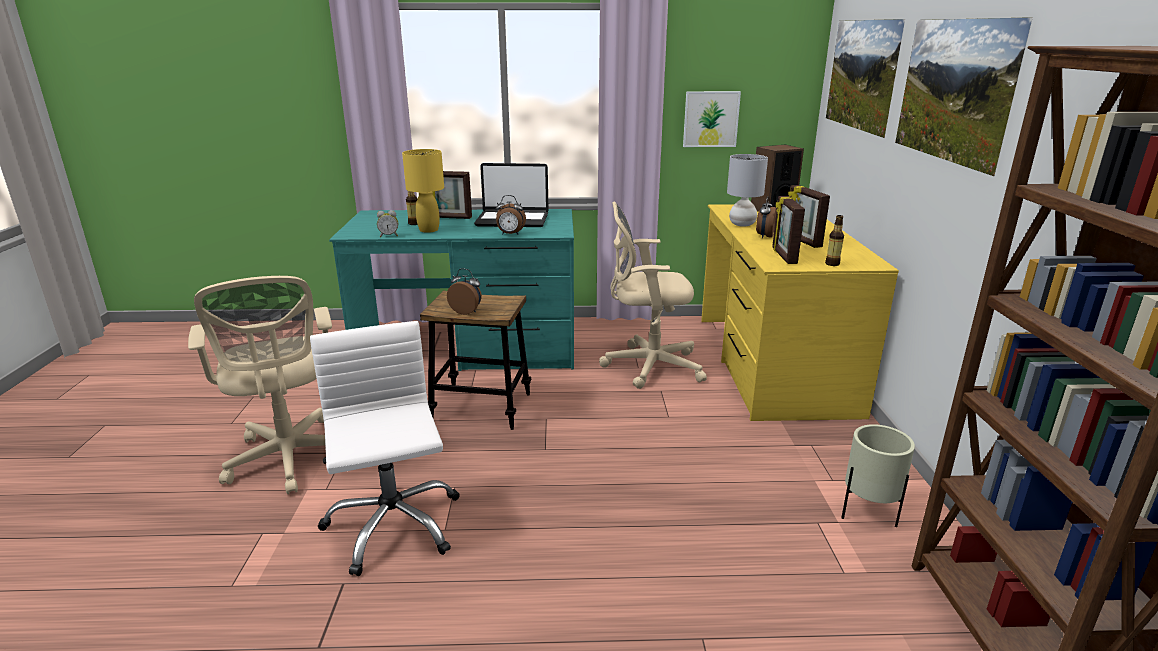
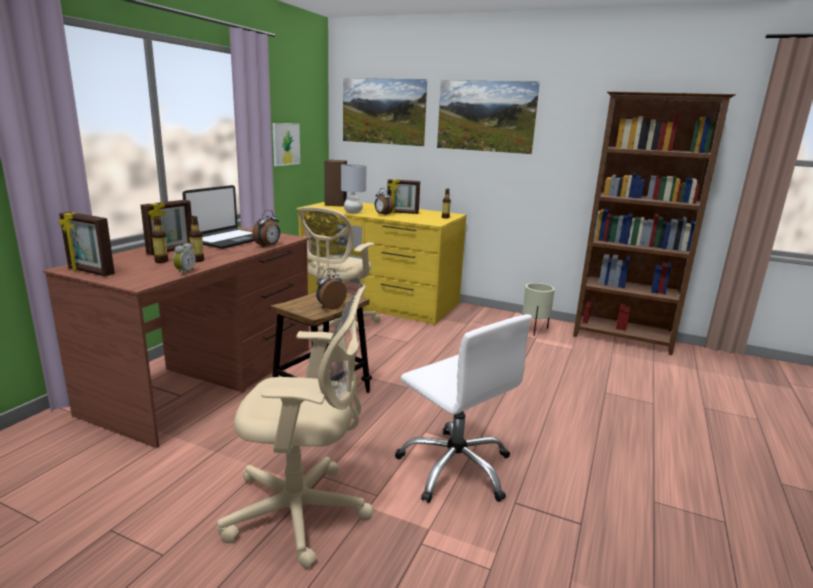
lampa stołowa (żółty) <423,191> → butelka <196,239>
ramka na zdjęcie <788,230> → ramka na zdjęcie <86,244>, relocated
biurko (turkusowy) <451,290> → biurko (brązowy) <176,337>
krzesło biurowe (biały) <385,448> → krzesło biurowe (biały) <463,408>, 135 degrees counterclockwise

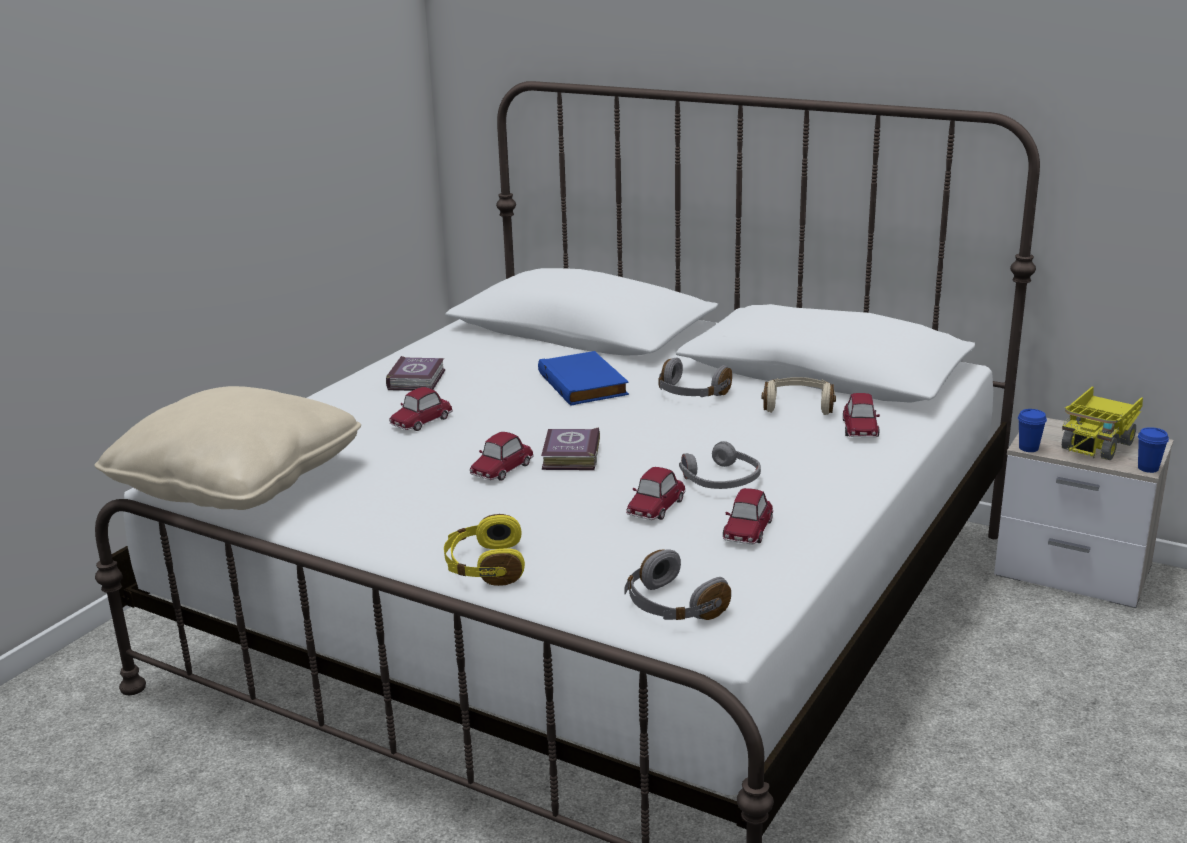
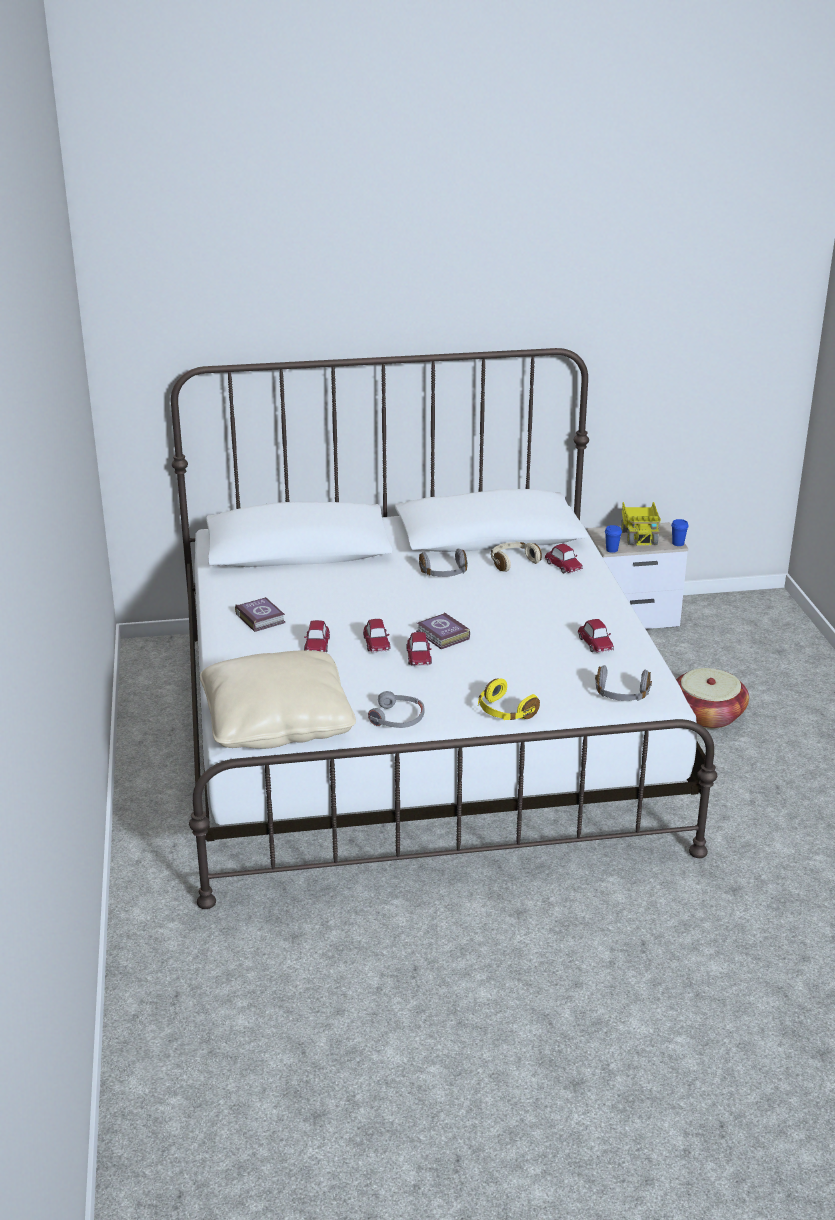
książka (niebieski) <583,378> → -
słuchawki (szary) <720,465> → słuchawki (szary) <396,709>, relocated
samochodzik <656,493> → samochodzik <376,635>, relocated
- → koszyk <712,698>

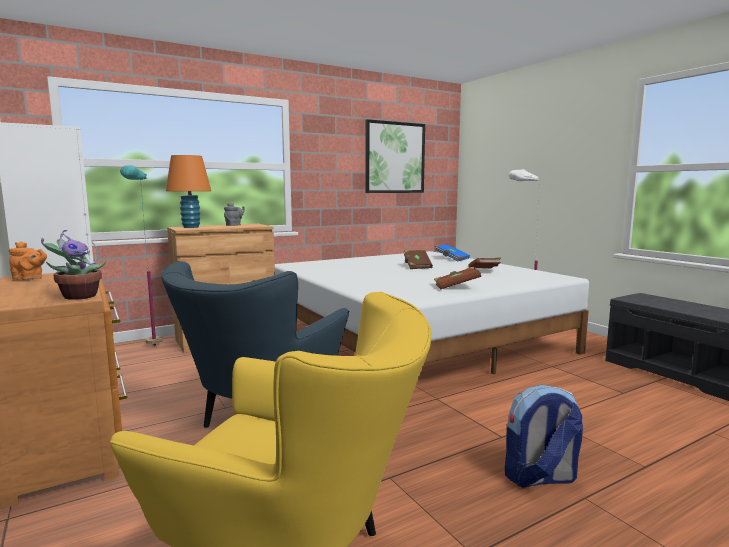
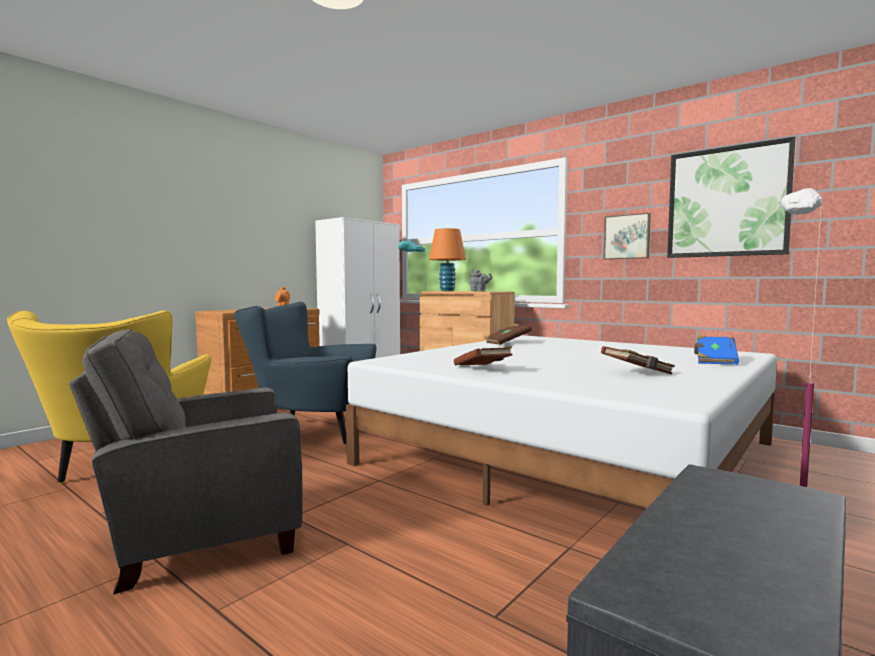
roślina doniczkowa <74,265> → -
książka (brązowy) <418,259> → książka (brązowy) <508,334>, relocated
plecak <544,436> → fotel (szary) <186,462>
- → obraz <627,236>

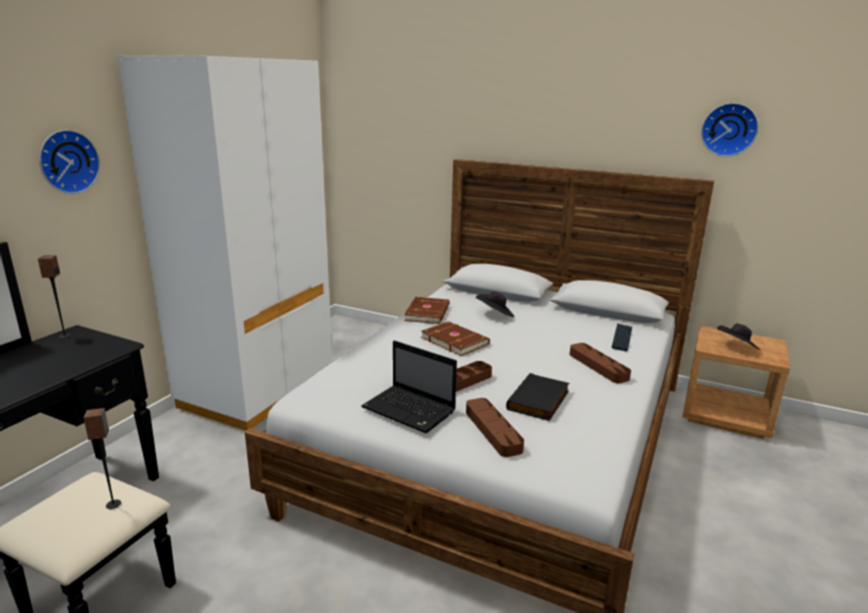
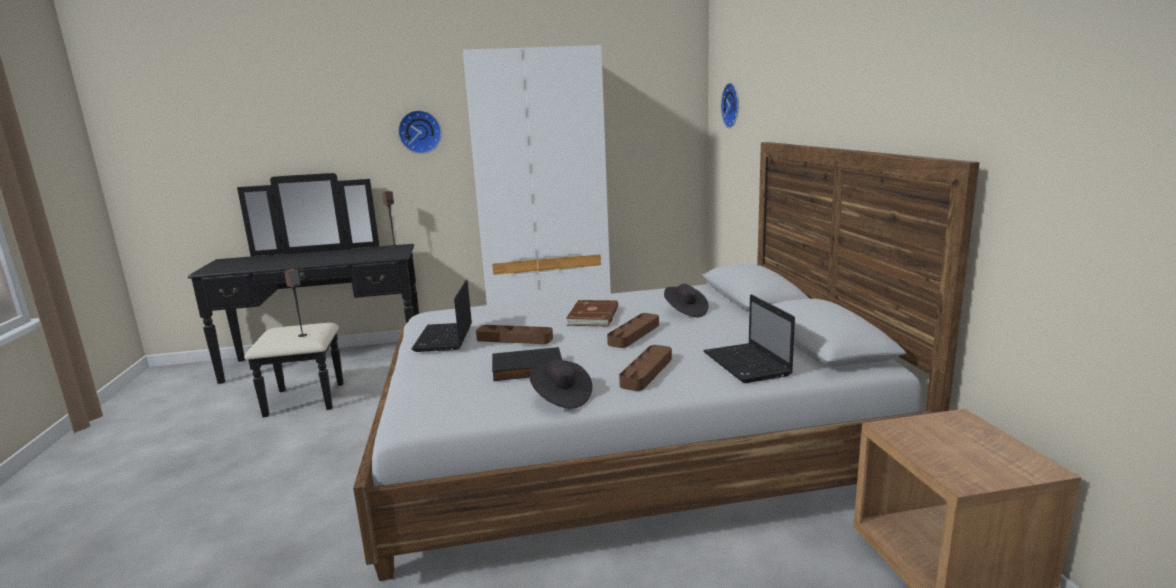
zegar ścienny <730,130> → zegar ścienny <730,105>, relocated
książka (brązowy) <427,310> → -
klawiatura <621,337> → laptop <749,338>
kapelusz (czarny) <738,336> → kapelusz (czarny) <561,384>, relocated
taca (brązowy) <495,427> → taca (brązowy) <633,330>, relocated

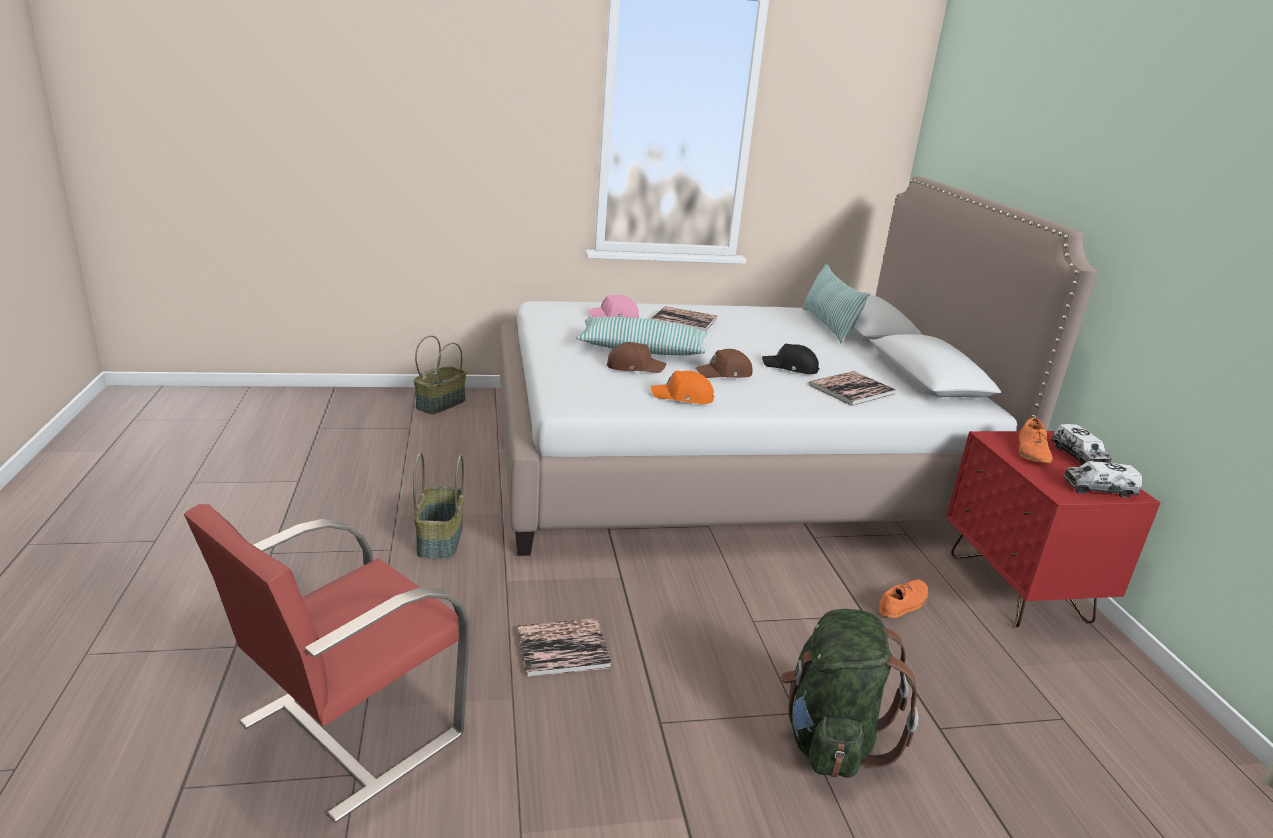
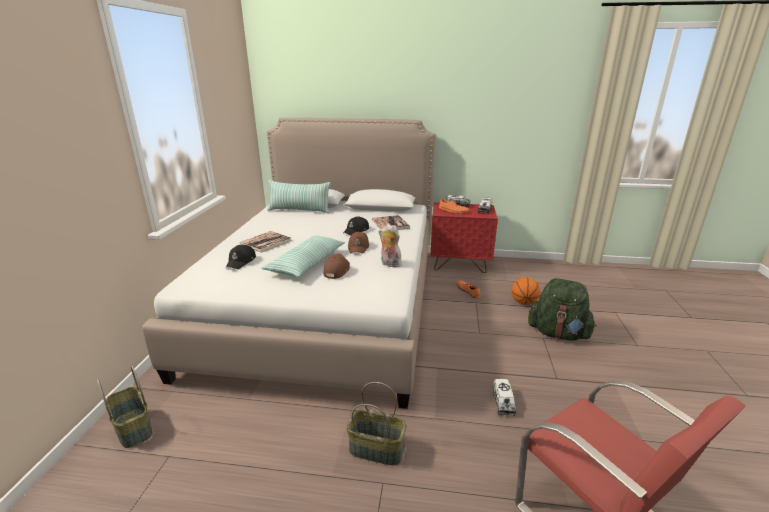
czapka z daszkiem (różowy) <613,306> → czapka z daszkiem (czarny) <241,256>
czapka z daszkiem (pomarańczowy) <682,387> → pluszak <390,245>
książka <565,647> → ciężarówka zabawkowa <504,397>
- → piłka do koszykówki <526,291>

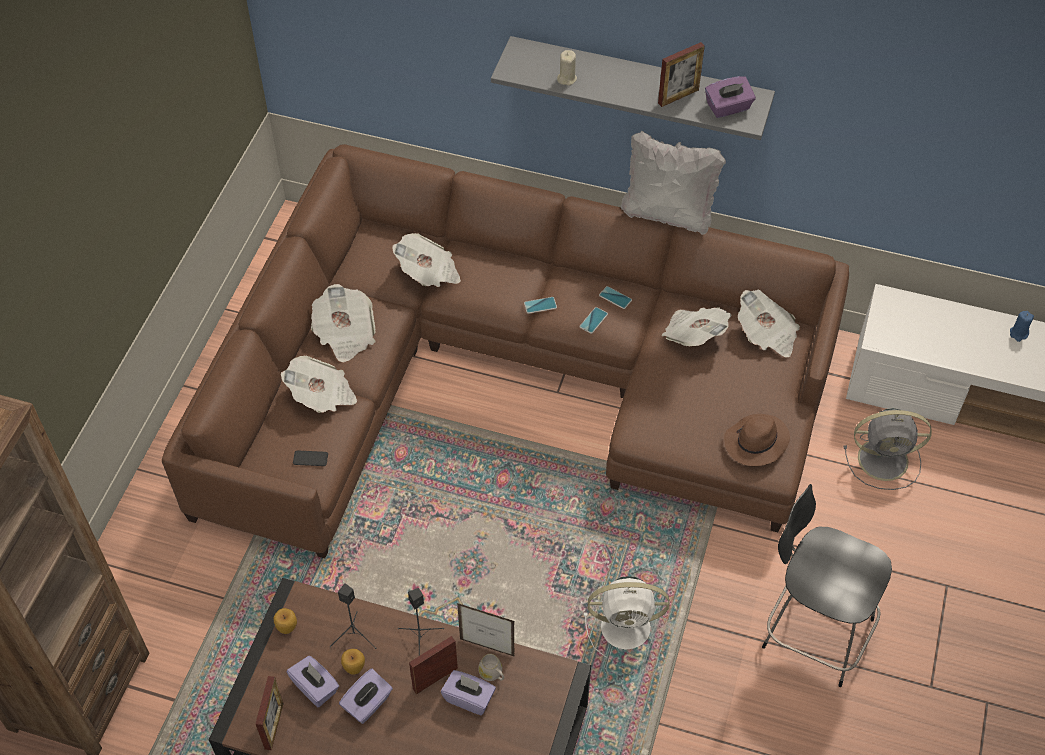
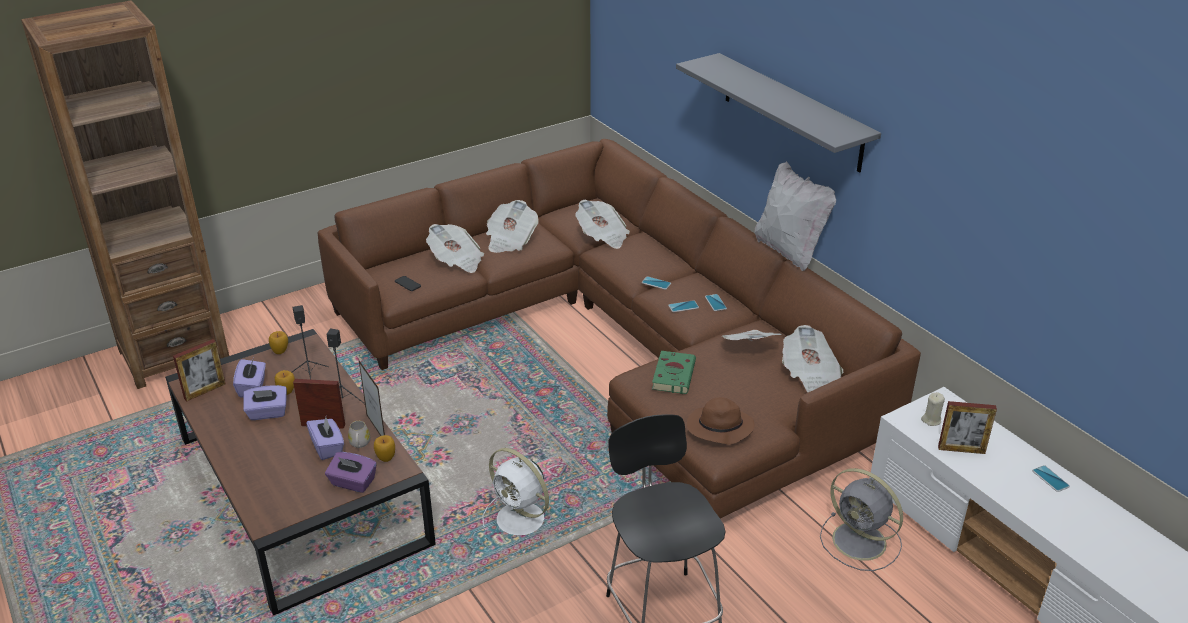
ramka na zdjęcie <681,74> → ramka na zdjęcie <967,427>, relocated
świeca (beżowy) <567,68> → świeca (beżowy) <933,409>, relocated
pudełko chusteczek (fioletowy) <730,97> → pudełko chusteczek (fioletowy) <351,472>, relocated
świeca (niebieski) <1022,326> → telefon <1051,478>
- → książka (zielony) <674,372>
- → jabłko <384,448>

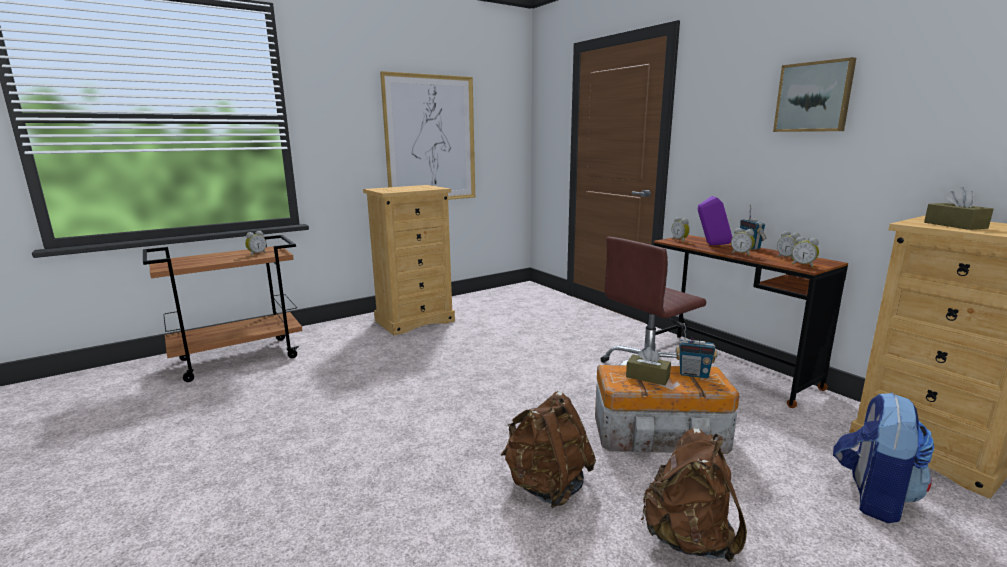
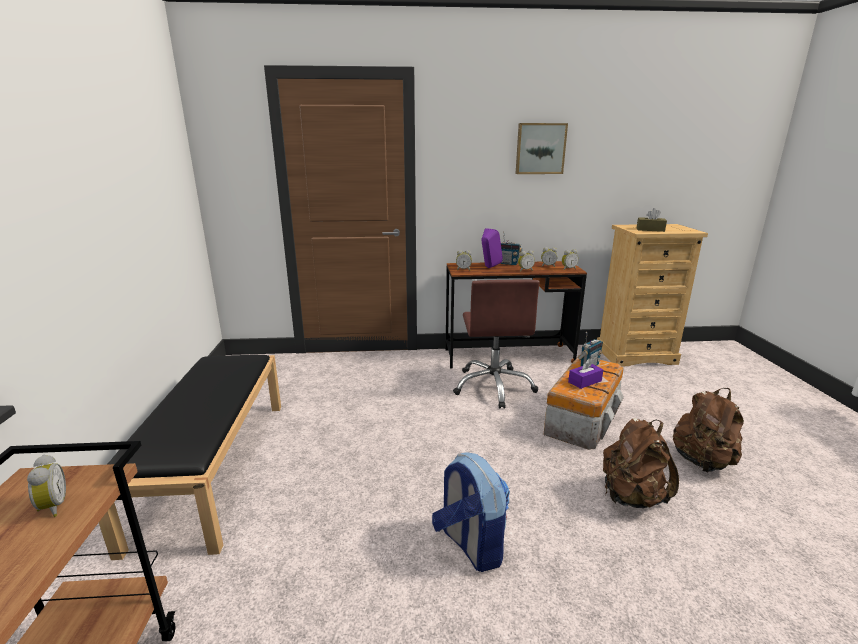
obraz <427,135> → -
komoda (beżowy) <409,260> → ławka (czarny) <190,457>
pudełko chusteczek (brązowy) <648,366> → pudełko chusteczek (fioletowy) <585,373>
plecak <883,457> → plecak <471,512>, relocated

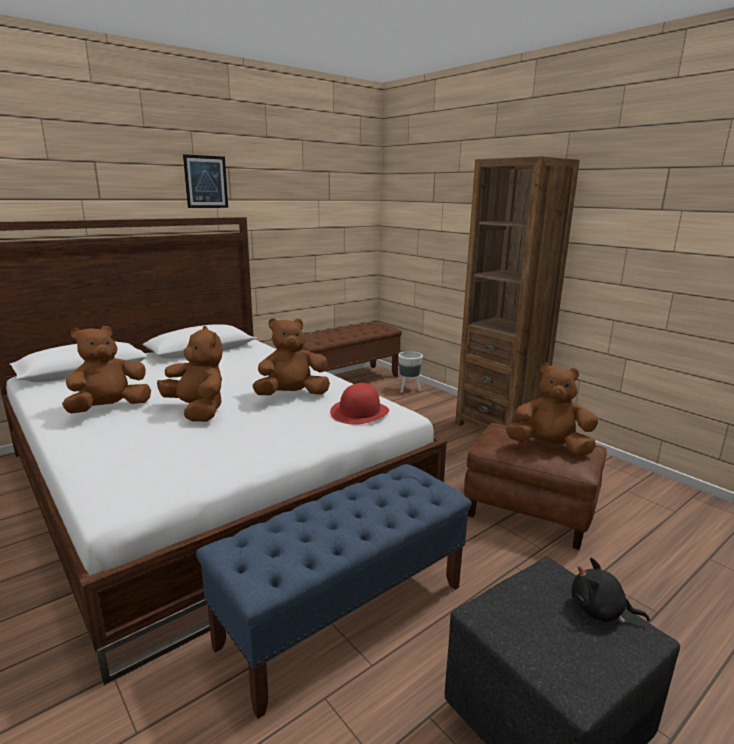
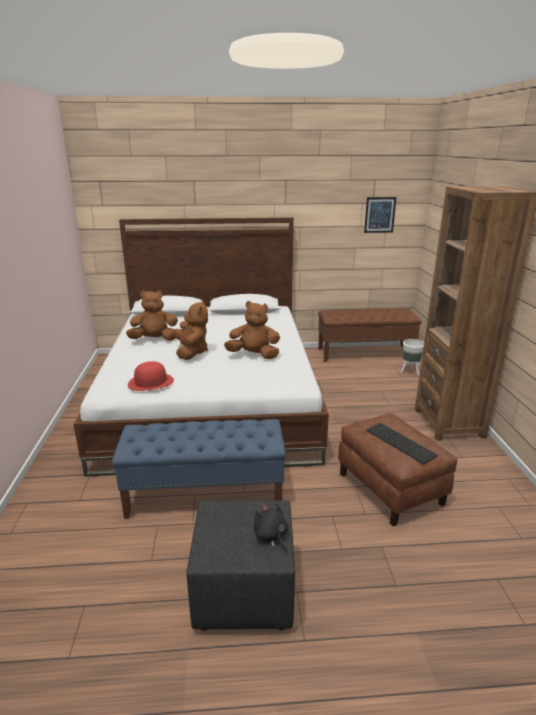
obraz <205,181> → obraz <380,215>, relocated
pluszak (brązowy) <552,409> → klawiatura <402,443>
kapelusz (czerwony) <359,404> → kapelusz (czerwony) <151,376>, relocated

